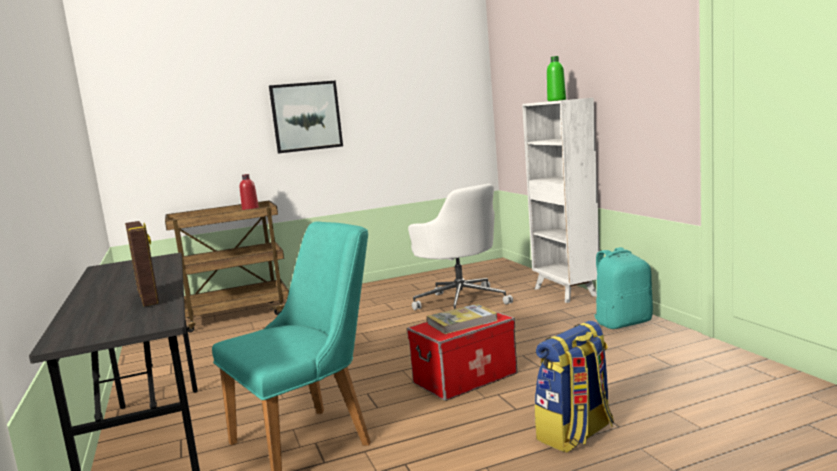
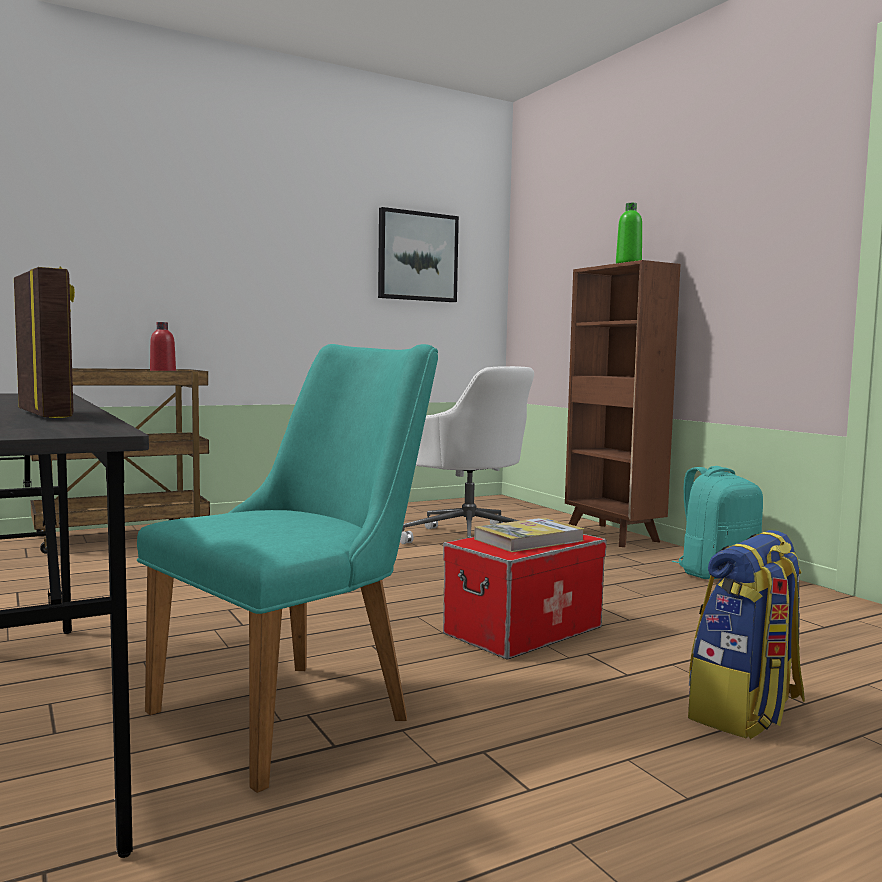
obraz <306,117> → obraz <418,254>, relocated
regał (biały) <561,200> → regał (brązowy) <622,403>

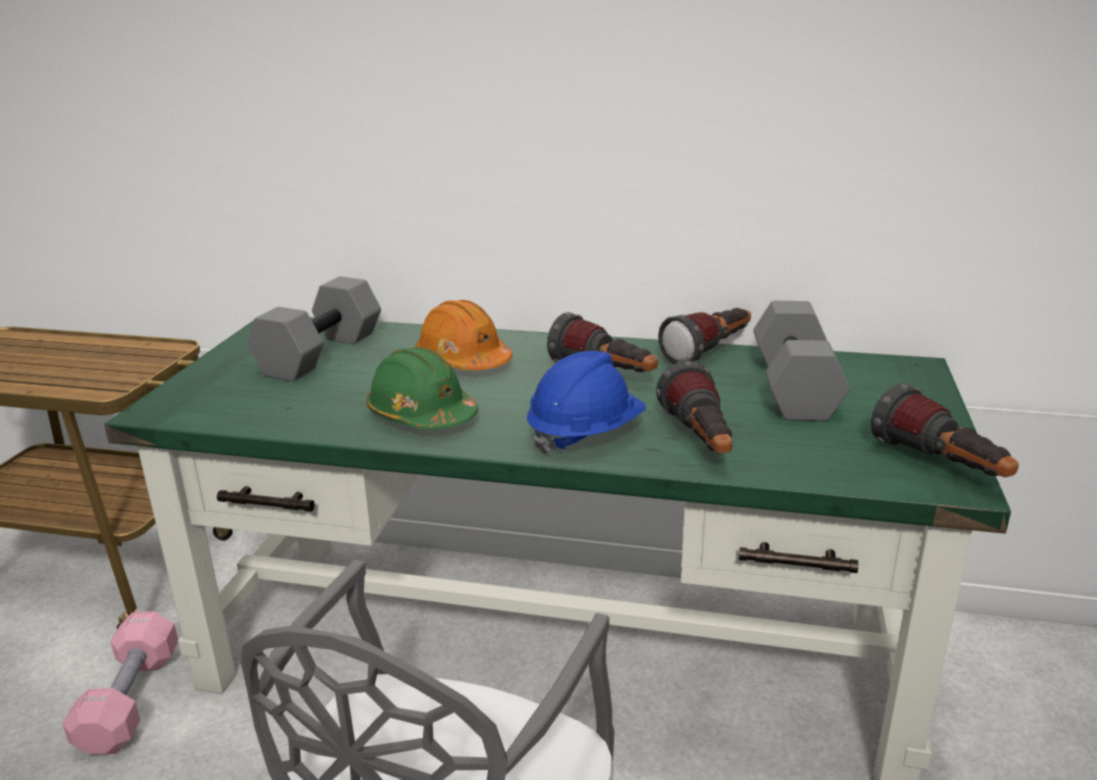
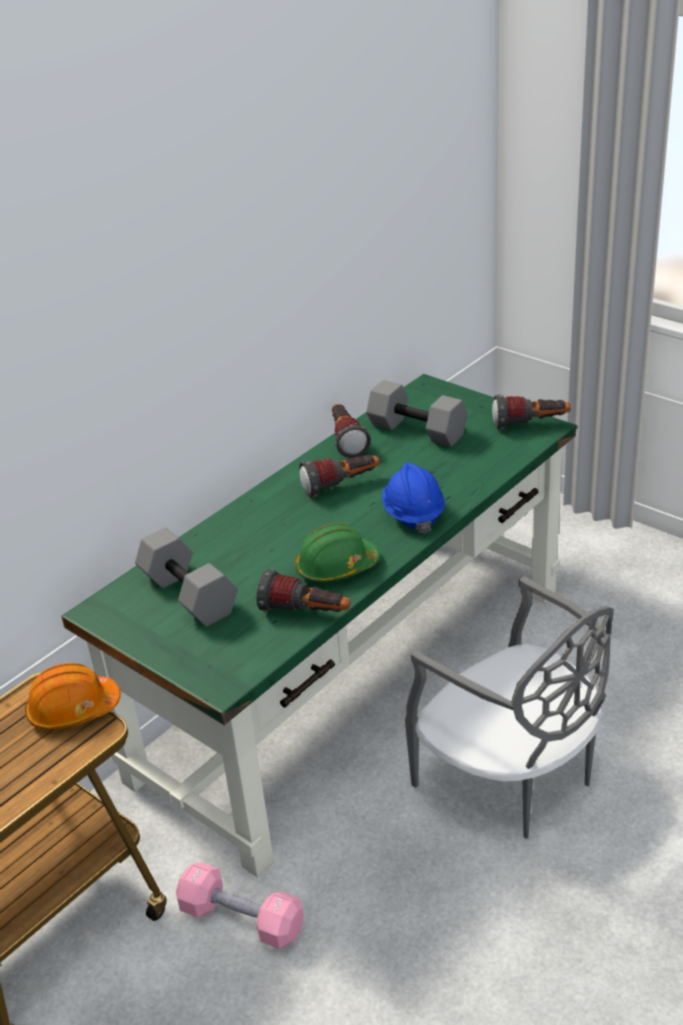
kask (pomarańczowy) <464,335> → kask (pomarańczowy) <73,696>, relocated
latarka <694,407> → latarka <303,590>, relocated

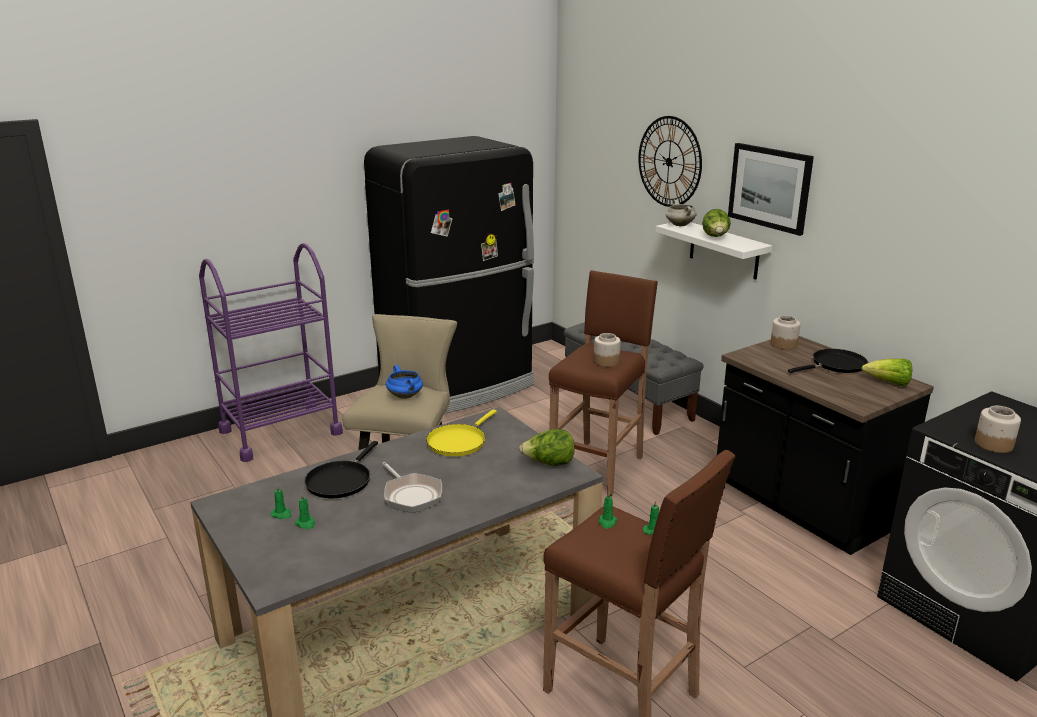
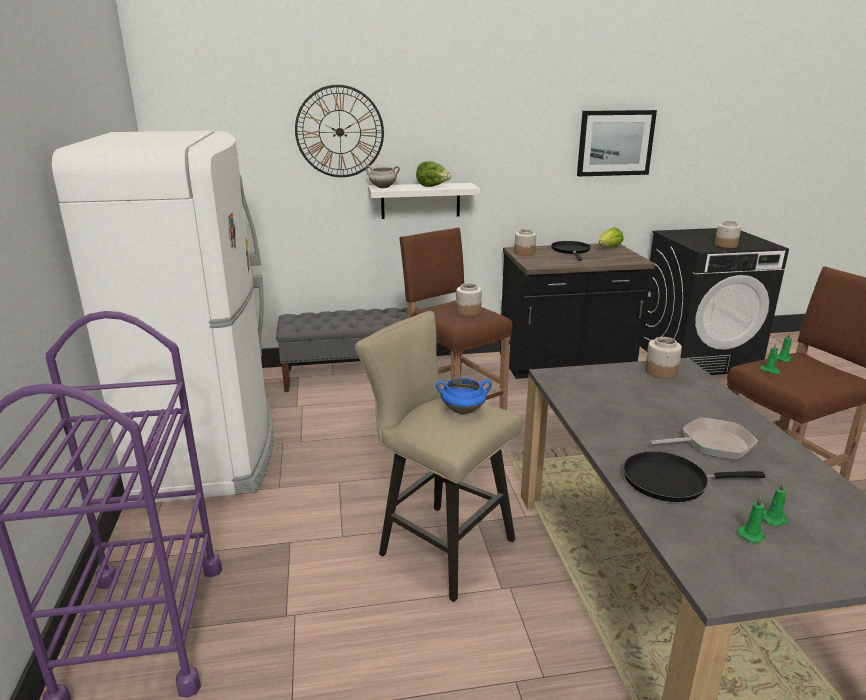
lodówka (czarny) <449,274> → lodówka (biały) <163,316>
obraz <771,189> → obraz <617,143>, relocated
patelnia (żółty) <461,432> → -
sałata <547,447> → słoik <663,358>
patelnia (czarny) <341,469> → patelnia (czarny) <694,476>, 135 degrees clockwise

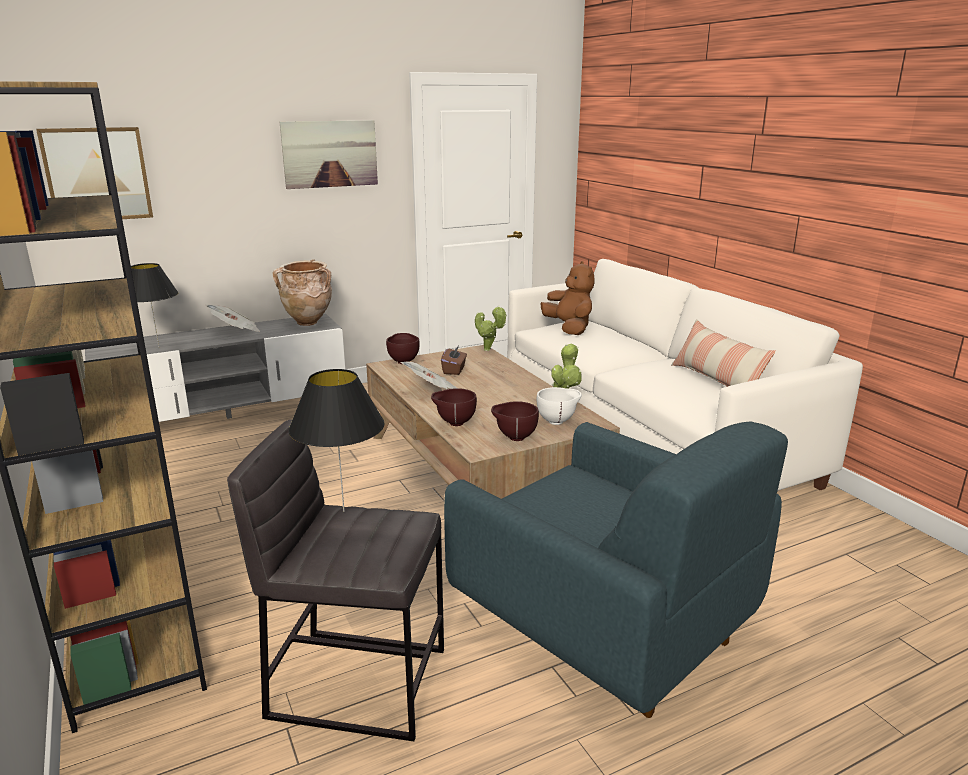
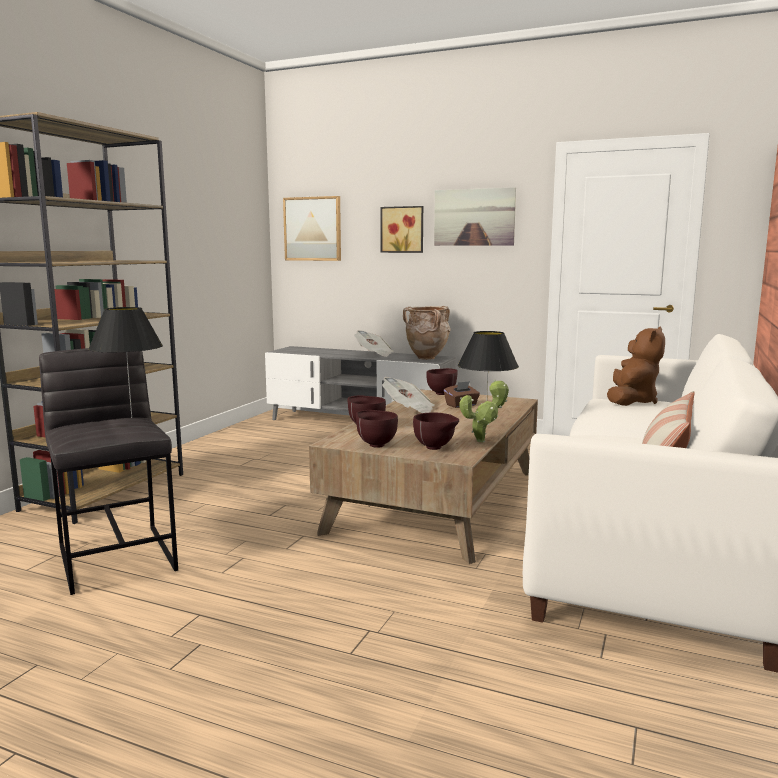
lampa stołowa (czarny) <154,305> → lampa stołowa (czarny) <488,379>, relocated
roślina doniczkowa <491,328> → -
miska (biały) <559,406> → miska (brązowy) <436,431>
fotel (niebieski) <616,570> → -
- → obraz <401,229>

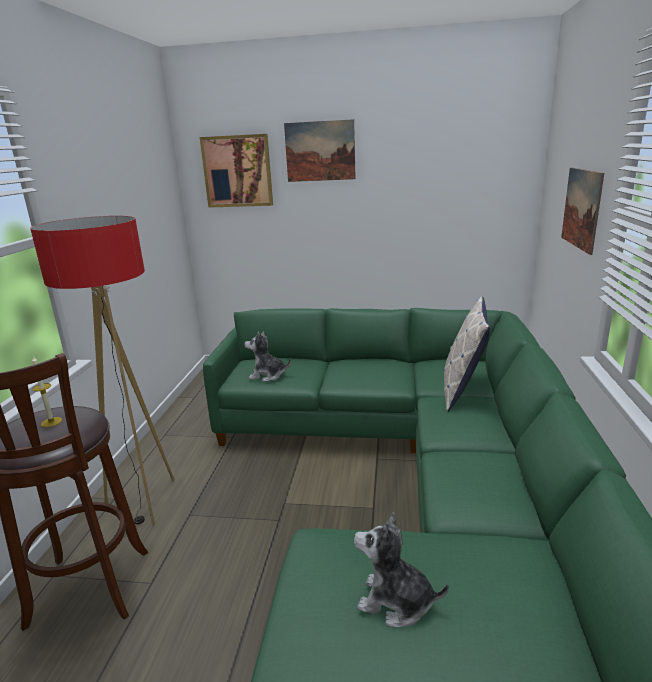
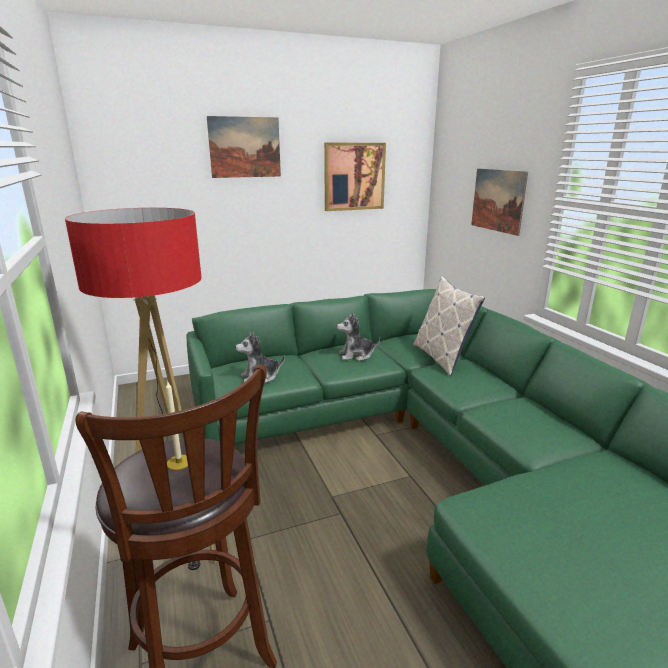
obraz <236,171> → obraz <355,177>, relocated
pluszak <401,569> → pluszak <358,337>, relocated

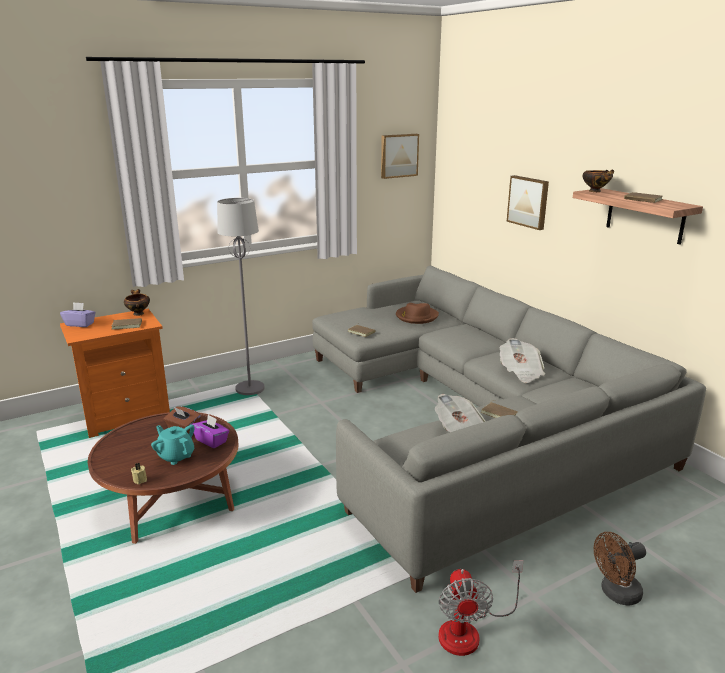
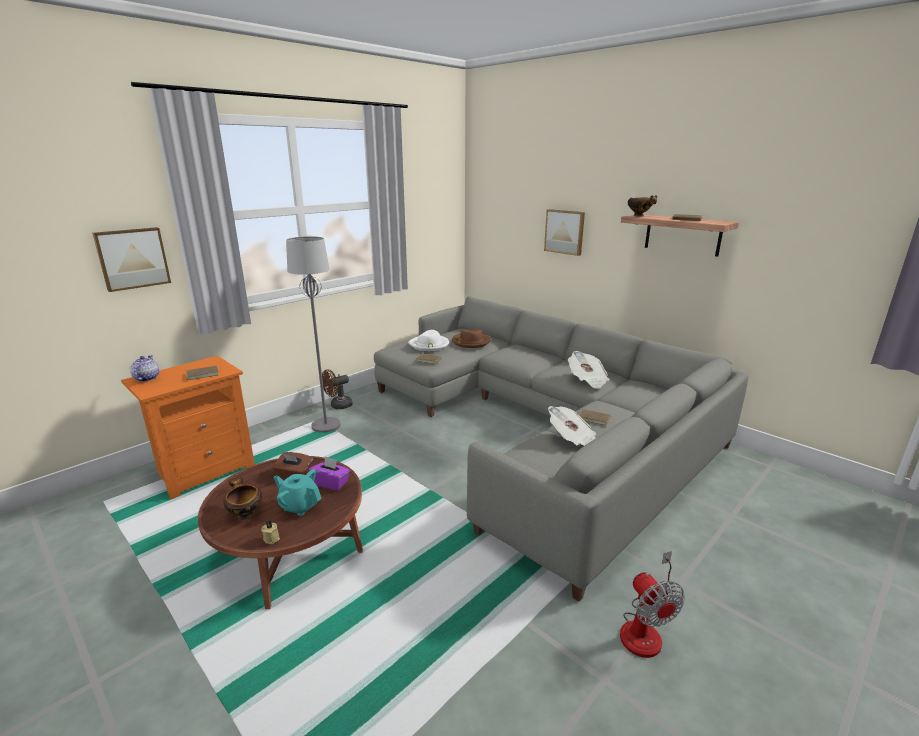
obraz <400,156> → obraz <131,259>, relocated
miska <137,302> → miska <243,499>, relocated
pudełko chusteczek (fioletowy) <78,314> → imbryk <144,368>
wentylator (brązowy) <620,569> → wentylator (brązowy) <337,389>, relocated
- → kapelusz (biały) <428,340>

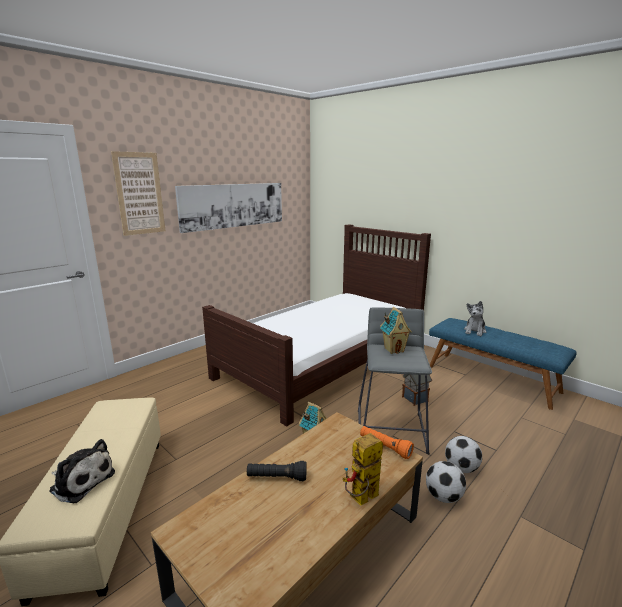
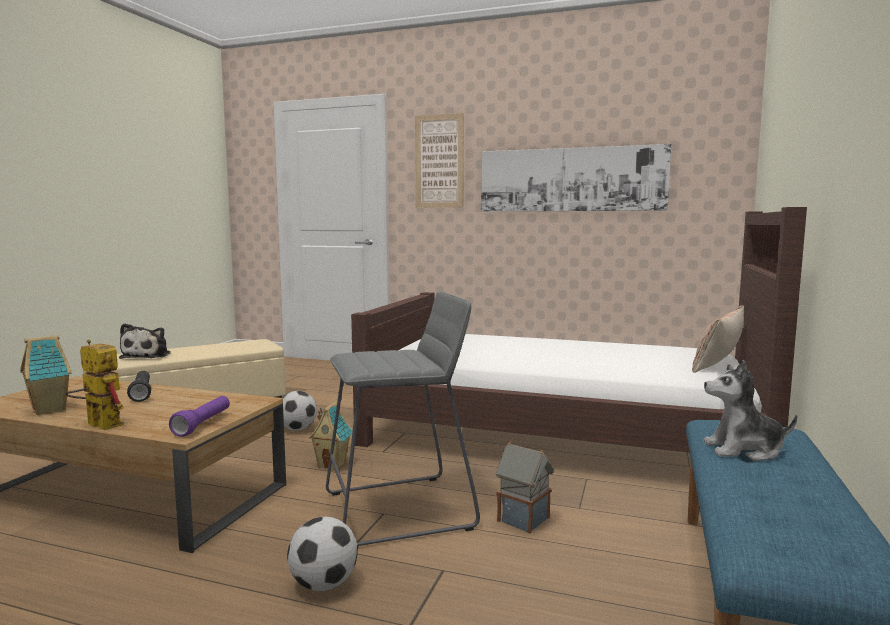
domek <396,330> → domek <46,375>, relocated
latarka (pomarańczowy) <387,442> → latarka (fioletowy) <199,416>
piłka futbolowa <446,482> → piłka futbolowa <299,411>, relocated
- → poduszka <718,339>

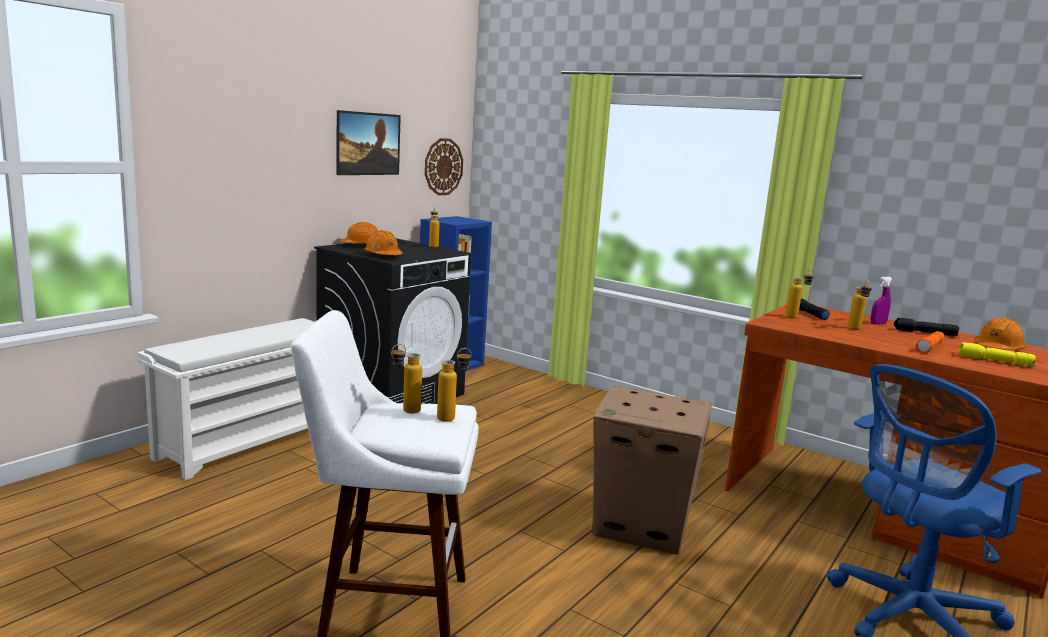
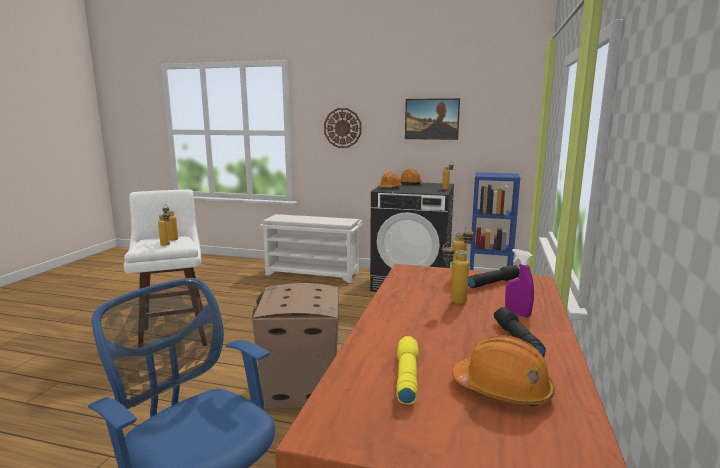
zegar ścienny <444,166> → zegar ścienny <342,128>, relocated
latarka (pomarańczowy) <930,342> → -

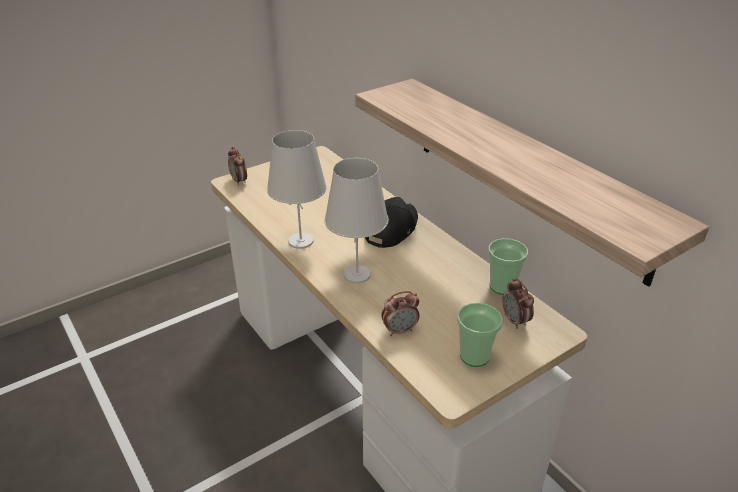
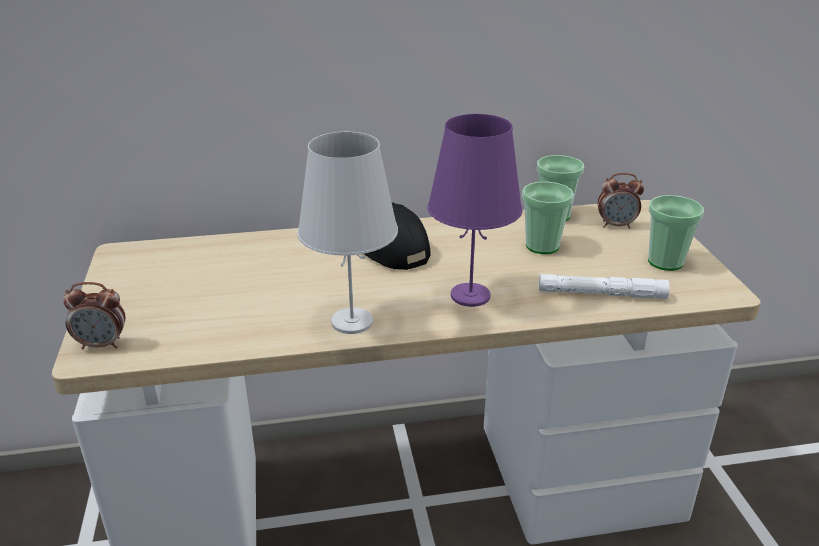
półka <532,183> → -
lampa stołowa (biały) <356,220> → lampa stołowa (fioletowy) <475,210>
budzik <400,313> → latarka (biały) <604,286>
- → filiżanka <548,218>

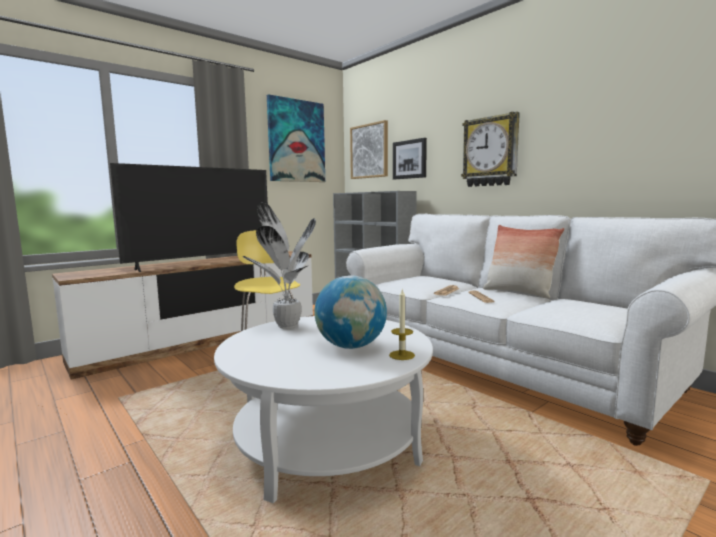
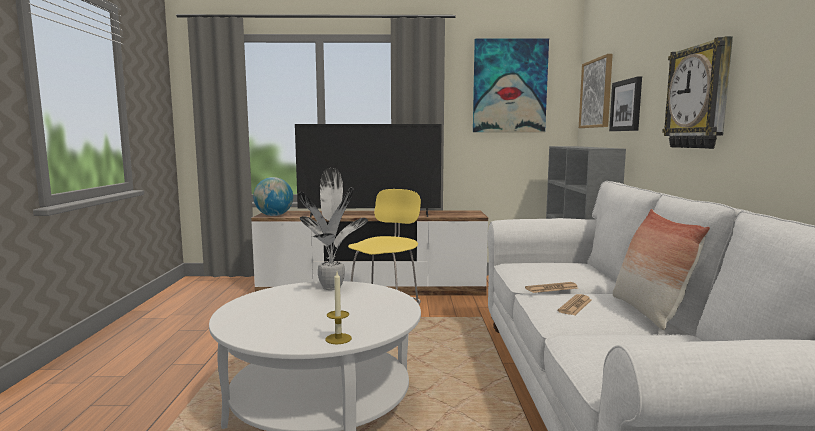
globus <350,312> → globus <273,196>, relocated

